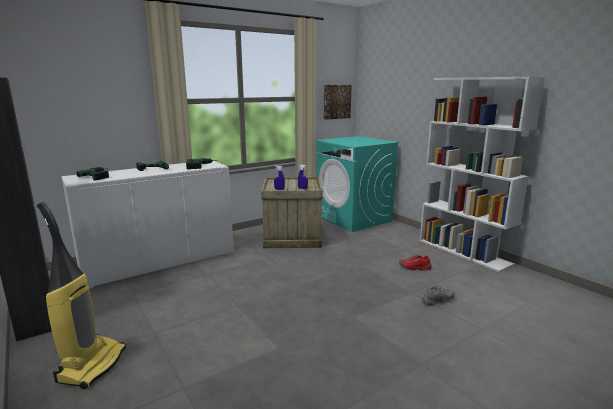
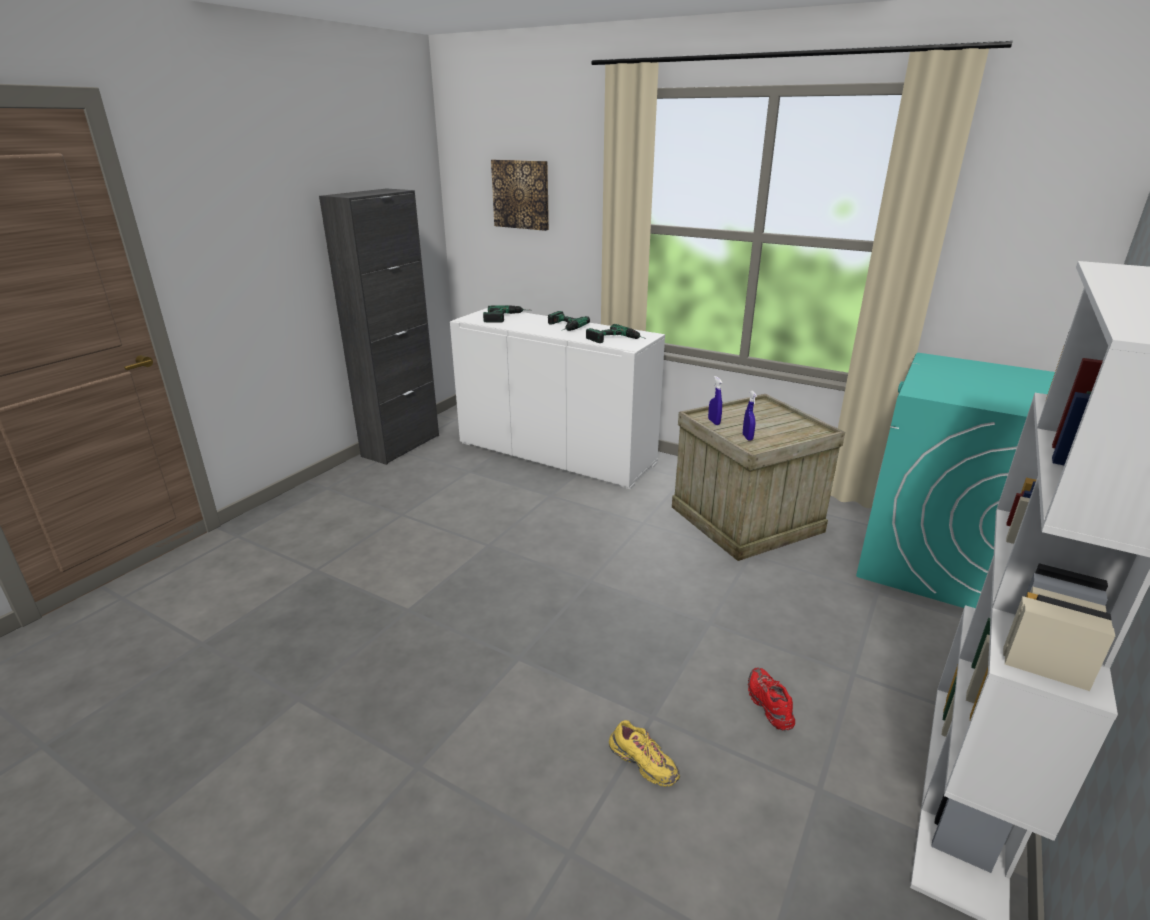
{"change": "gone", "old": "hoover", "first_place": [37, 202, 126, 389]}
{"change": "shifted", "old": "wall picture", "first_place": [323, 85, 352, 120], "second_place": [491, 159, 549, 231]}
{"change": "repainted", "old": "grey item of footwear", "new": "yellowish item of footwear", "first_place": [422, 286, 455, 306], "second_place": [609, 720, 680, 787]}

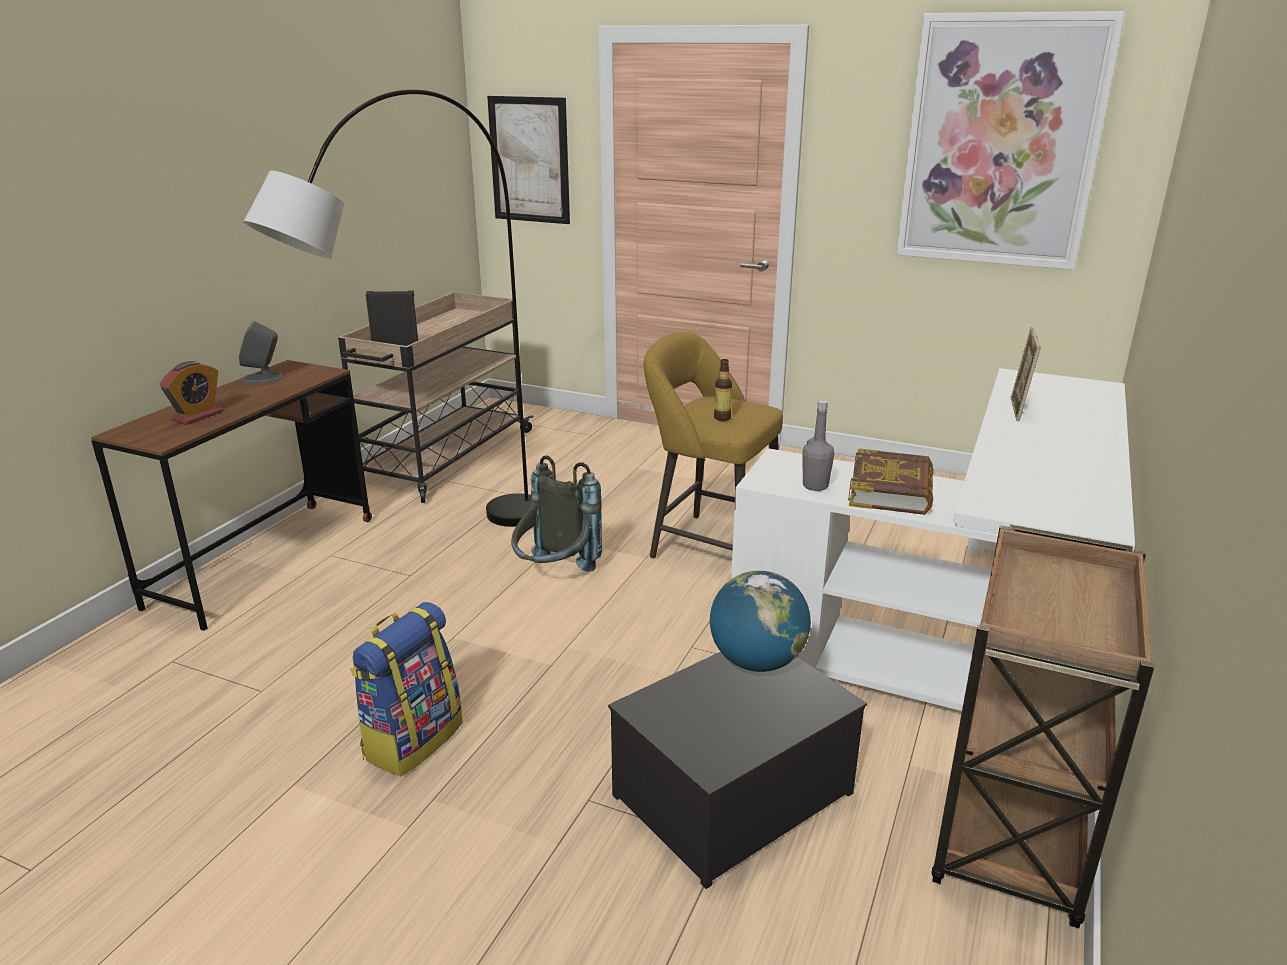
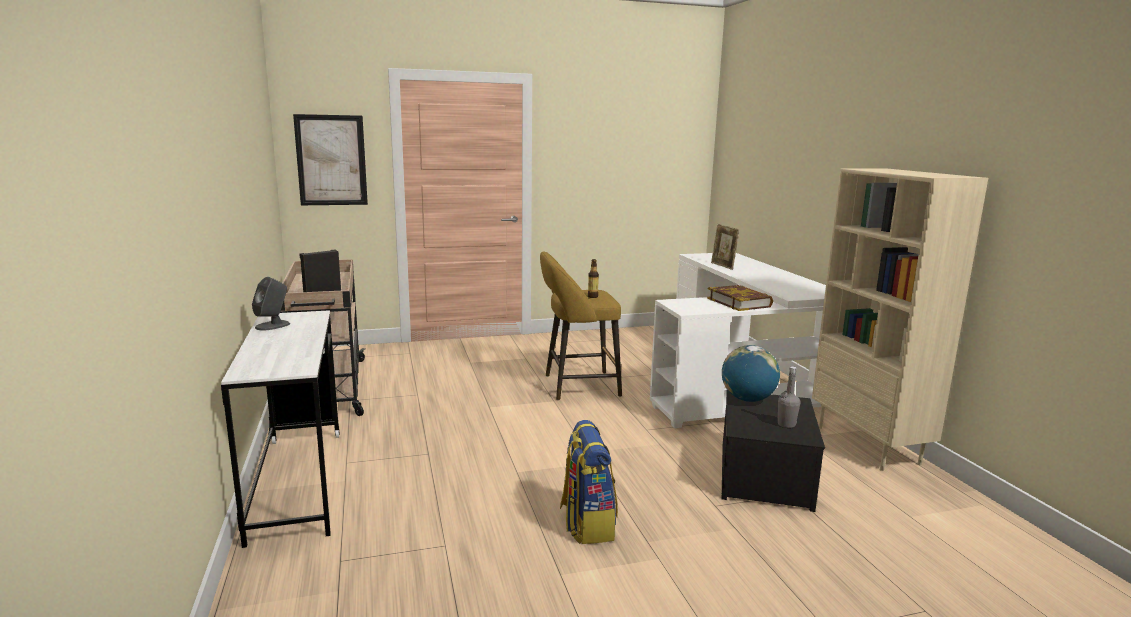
{"change": "gone", "old": "bedside clock", "first_place": [160, 361, 224, 425]}
{"change": "gone", "old": "grey standing lamp", "first_place": [243, 89, 532, 527]}
{"change": "gone", "old": "grey rucksack", "first_place": [511, 456, 602, 572]}
{"change": "gone", "old": "wall picture", "first_place": [896, 11, 1125, 270]}
{"change": "shifted", "old": "grey beverage bottle", "first_place": [802, 400, 834, 491], "second_place": [778, 367, 800, 428]}
{"change": "swapped", "old": "brown-coloured trolley", "new": "beige bookshelf", "first_place": [931, 525, 1154, 928], "second_place": [812, 169, 988, 471]}
{"change": "repainted", "old": "brown-coloured desk table", "new": "whitish desk table", "first_place": [91, 360, 372, 631], "second_place": [221, 310, 340, 548]}

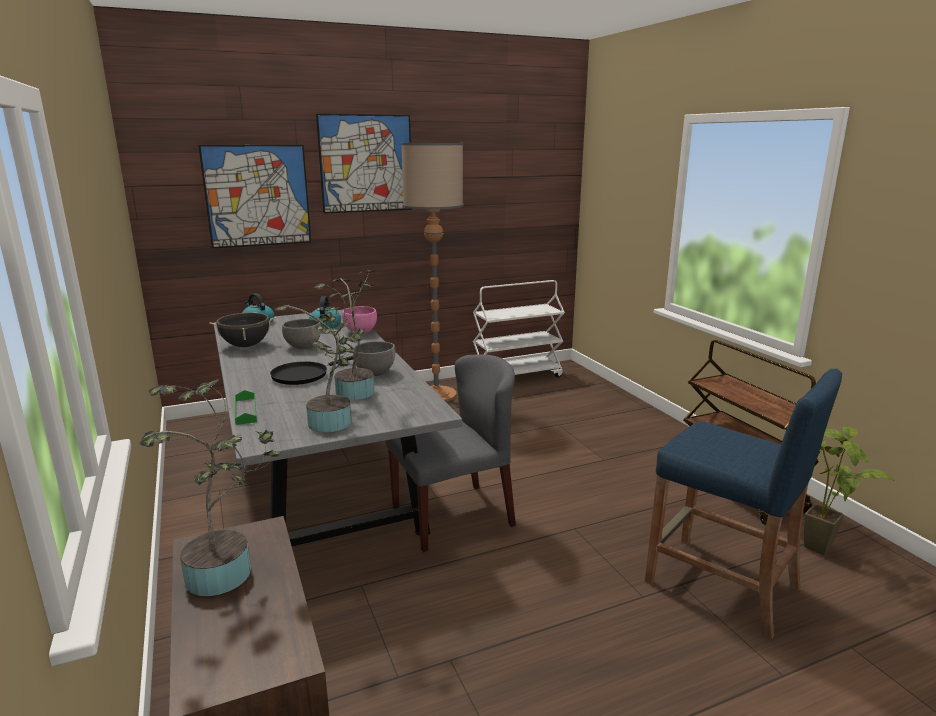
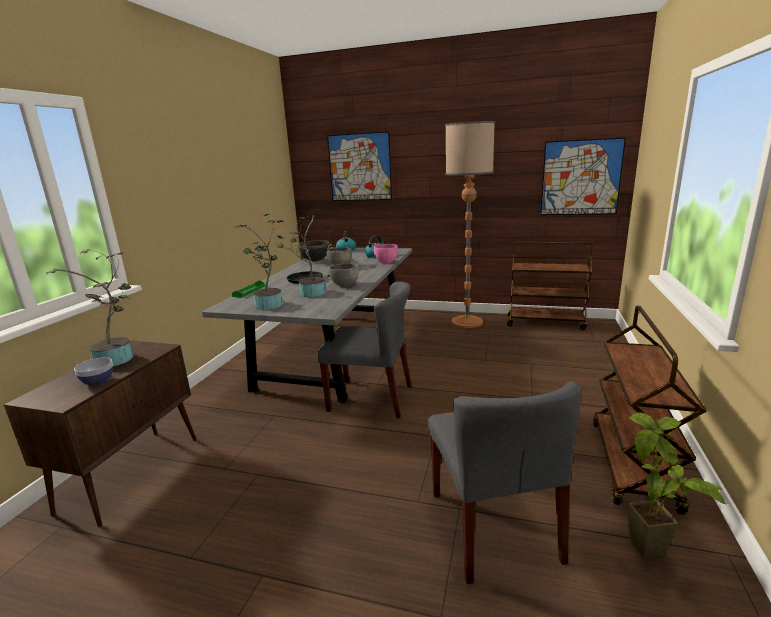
{"change": "new", "new": "bowl", "second_place": [74, 357, 113, 386]}
{"change": "shifted", "old": "wall picture", "first_place": [316, 114, 413, 214], "second_place": [540, 137, 626, 215]}
{"change": "swapped", "old": "blue-coloured stool", "new": "grey chair", "first_place": [645, 369, 842, 639], "second_place": [428, 382, 581, 584]}
{"change": "repainted", "old": "whitish trolley", "new": "brown-coloured trolley", "first_place": [473, 280, 565, 378], "second_place": [507, 242, 592, 330]}

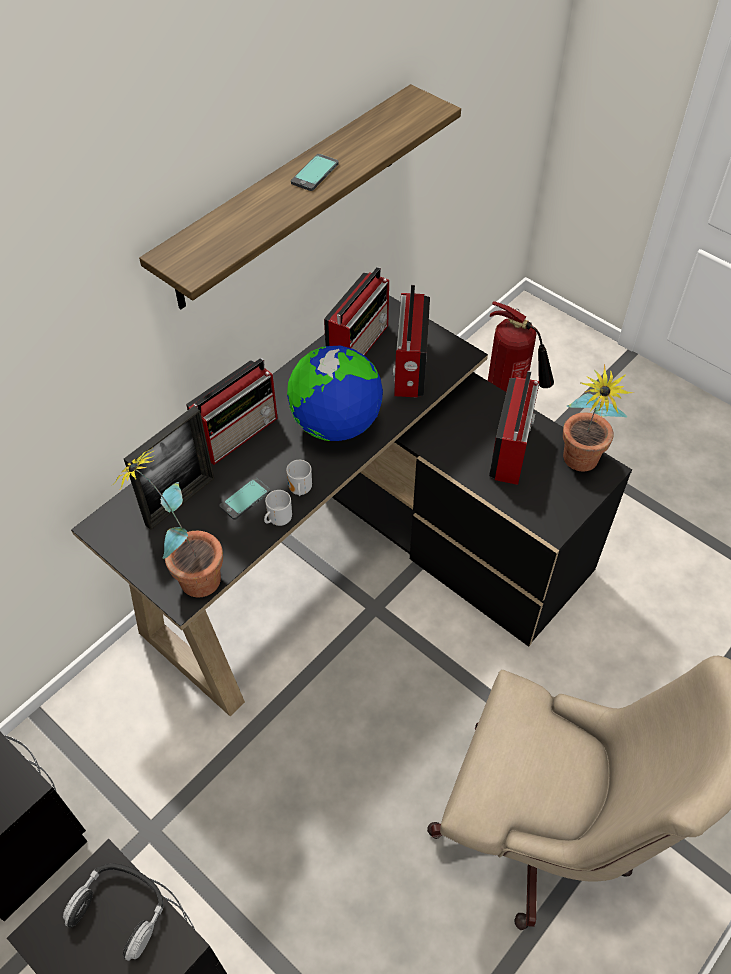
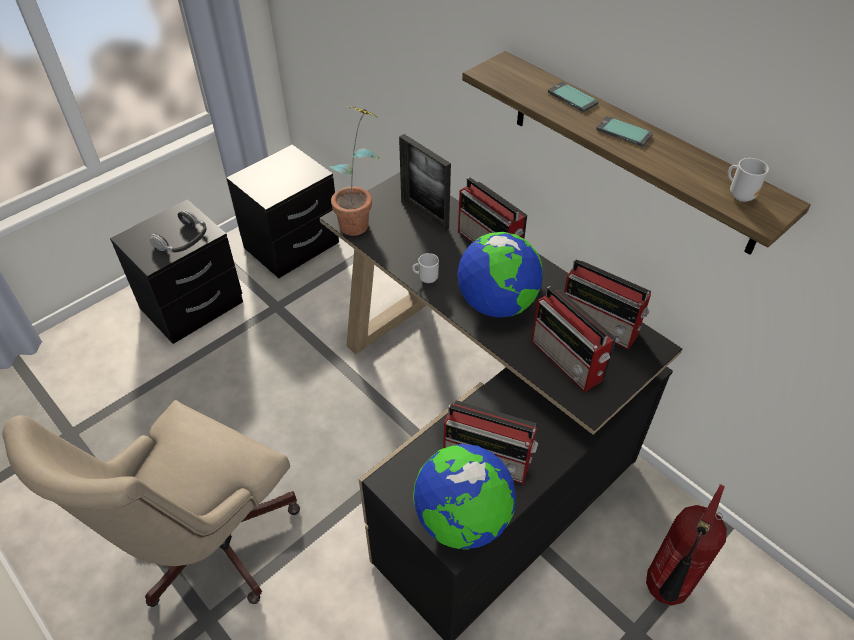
{"change": "shifted", "old": "telephone", "first_place": [219, 477, 270, 520], "second_place": [548, 82, 599, 112]}
{"change": "shifted", "old": "coffee mug", "first_place": [264, 490, 292, 526], "second_place": [727, 158, 769, 202]}
{"change": "swapped", "old": "potted plant", "new": "world globe", "first_place": [563, 365, 634, 471], "second_place": [413, 444, 516, 550]}
{"change": "rotated", "old": "radio", "first_place": [393, 285, 430, 398], "second_place": [531, 286, 616, 392], "degrees": -135}

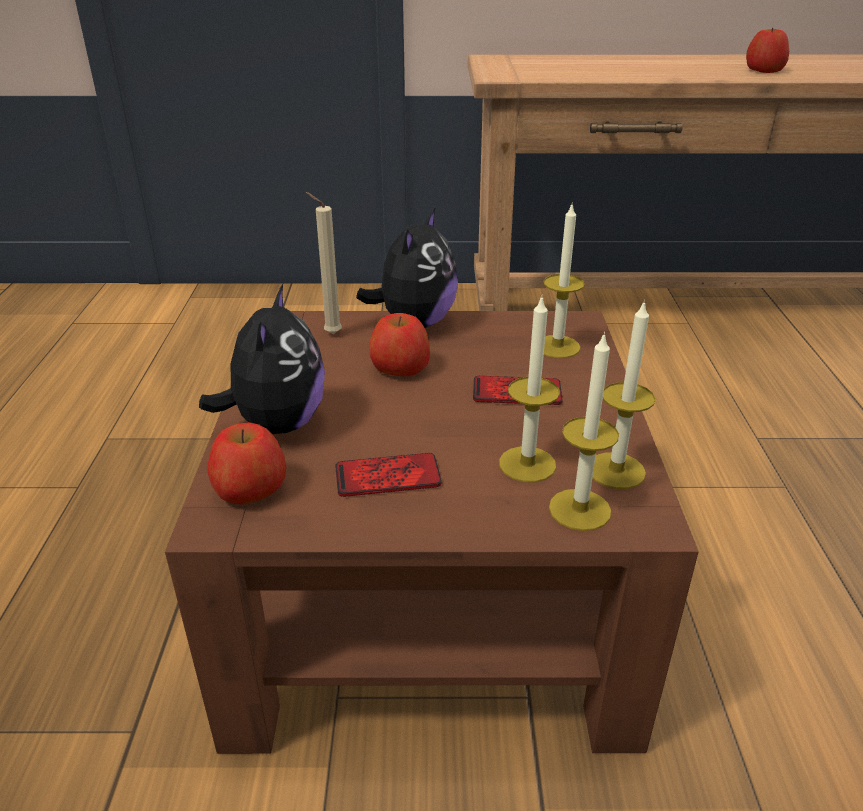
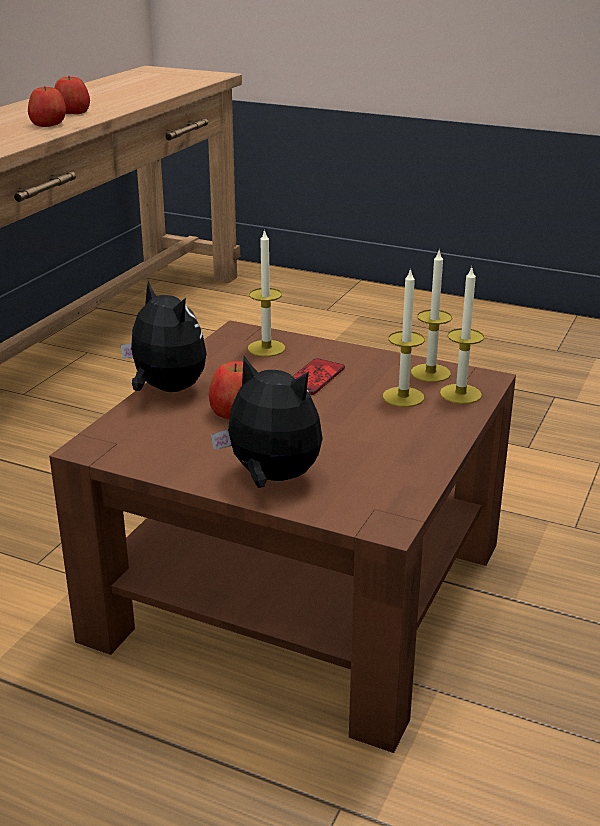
{"change": "gone", "old": "beige wax light", "first_place": [305, 192, 342, 334]}
{"change": "gone", "old": "telephone", "first_place": [335, 453, 442, 497]}
{"change": "shifted", "old": "apple", "first_place": [207, 423, 286, 504], "second_place": [28, 86, 66, 127]}

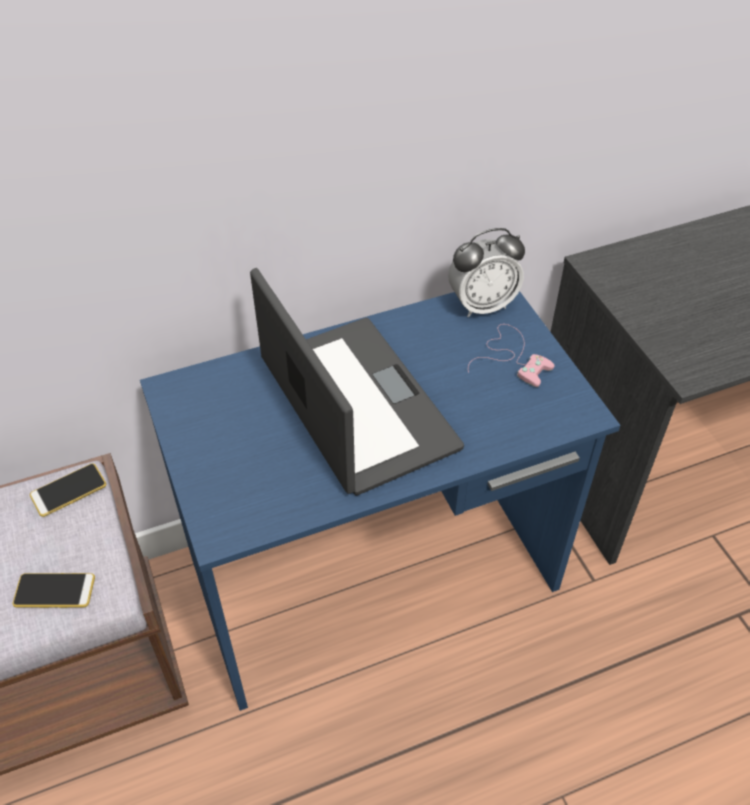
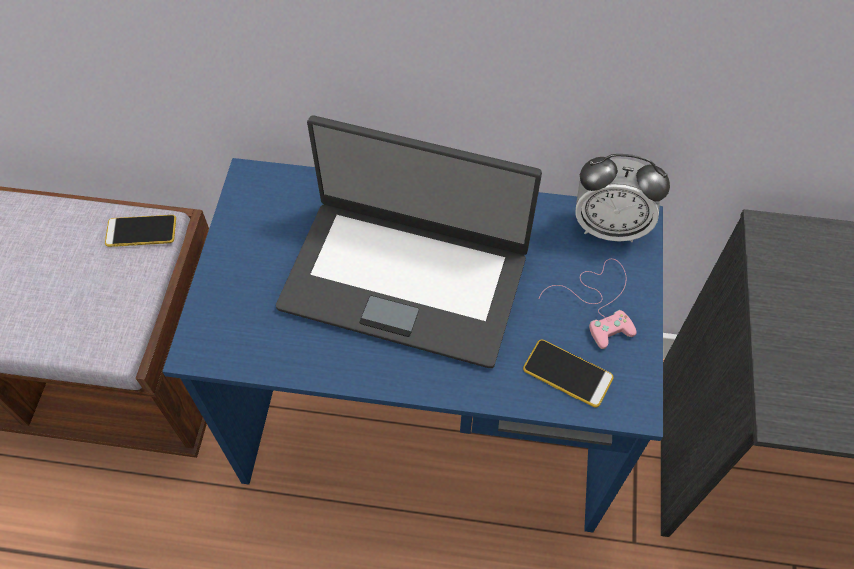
{"change": "shifted", "old": "telephone", "first_place": [12, 573, 95, 608], "second_place": [523, 340, 614, 408]}
{"change": "rotated", "old": "laptop", "first_place": [250, 268, 464, 496], "second_place": [276, 116, 542, 368], "degrees": 105}

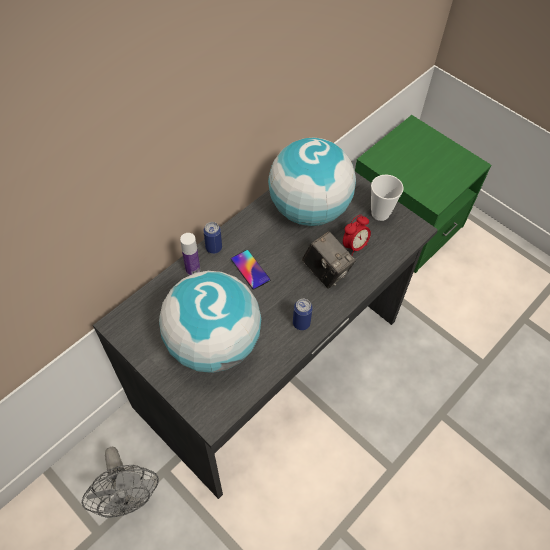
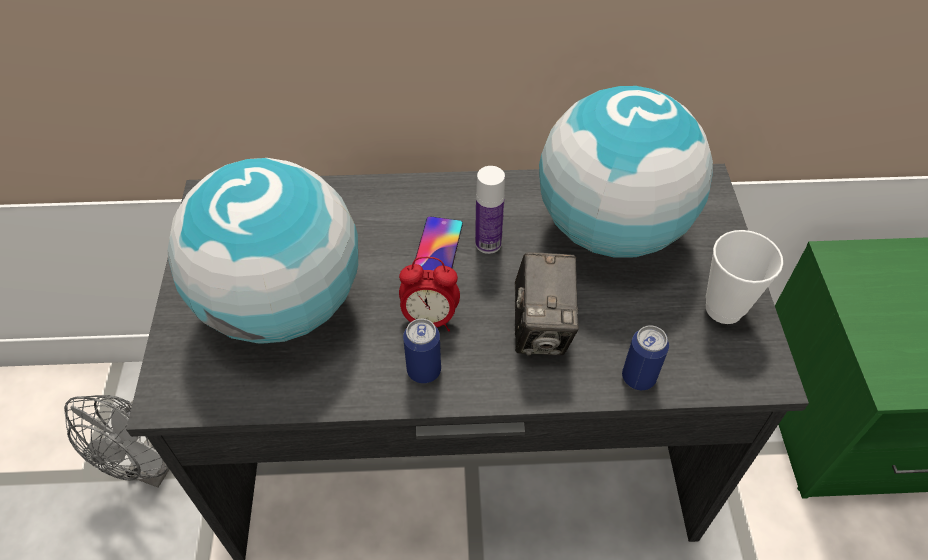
{"change": "shifted", "old": "beverage bottle", "first_place": [180, 233, 200, 275], "second_place": [475, 166, 505, 254]}
{"change": "shifted", "old": "sealed can", "first_place": [203, 222, 222, 254], "second_place": [622, 326, 669, 390]}
{"change": "shifted", "old": "bedside clock", "first_place": [343, 215, 371, 256], "second_place": [399, 257, 460, 331]}

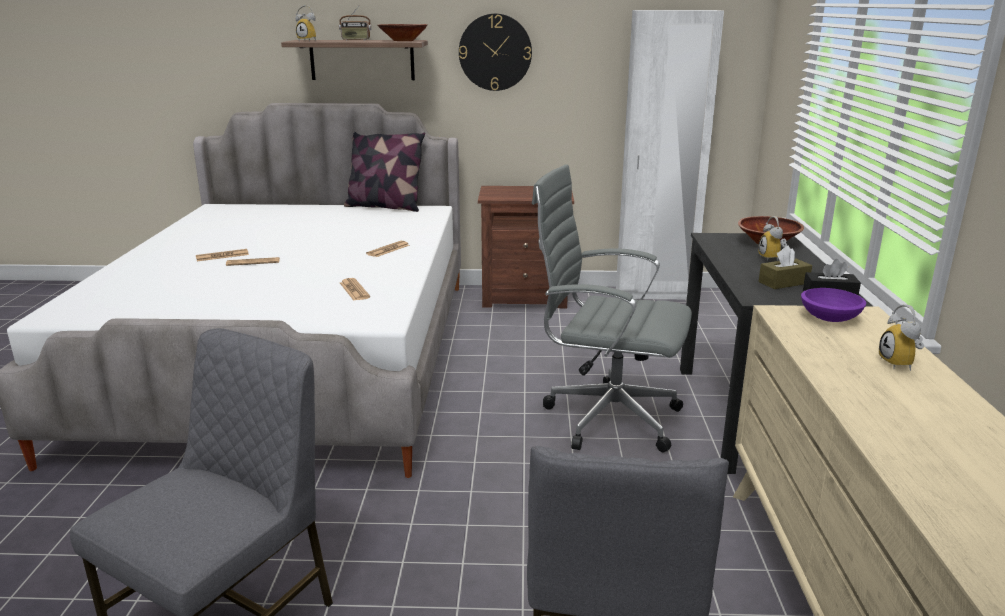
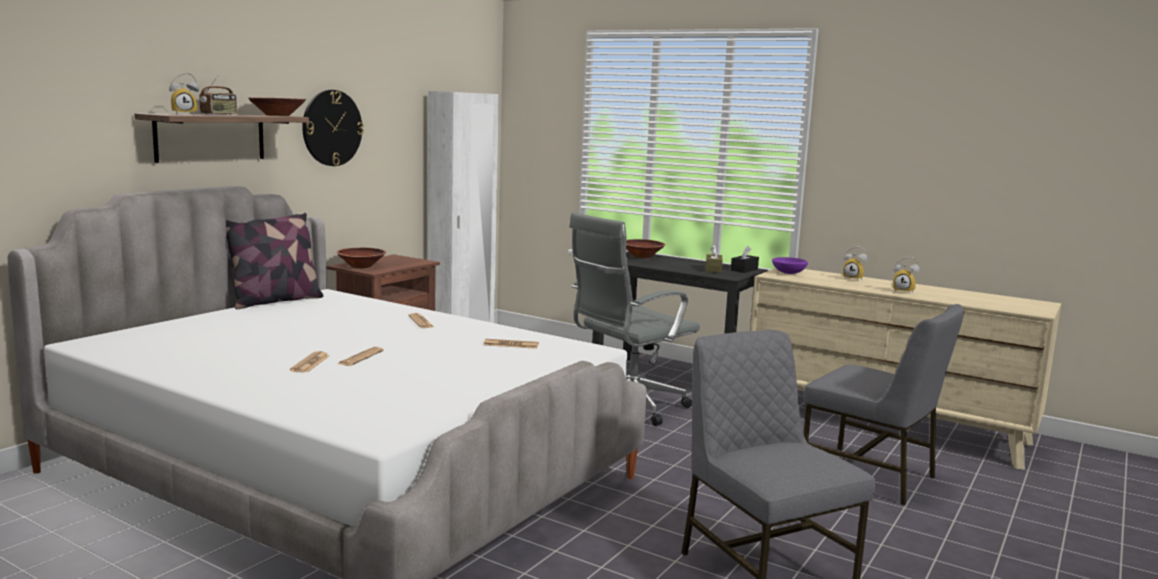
{"change": "new", "new": "brown-coloured bowl", "second_place": [336, 248, 386, 268]}
{"change": "shifted", "old": "bedside clock", "first_place": [758, 216, 787, 261], "second_place": [893, 257, 920, 294]}

